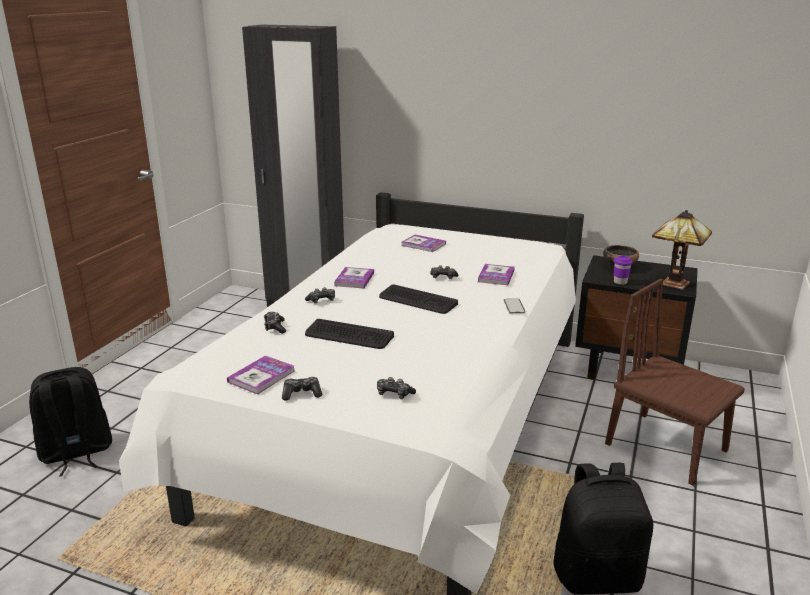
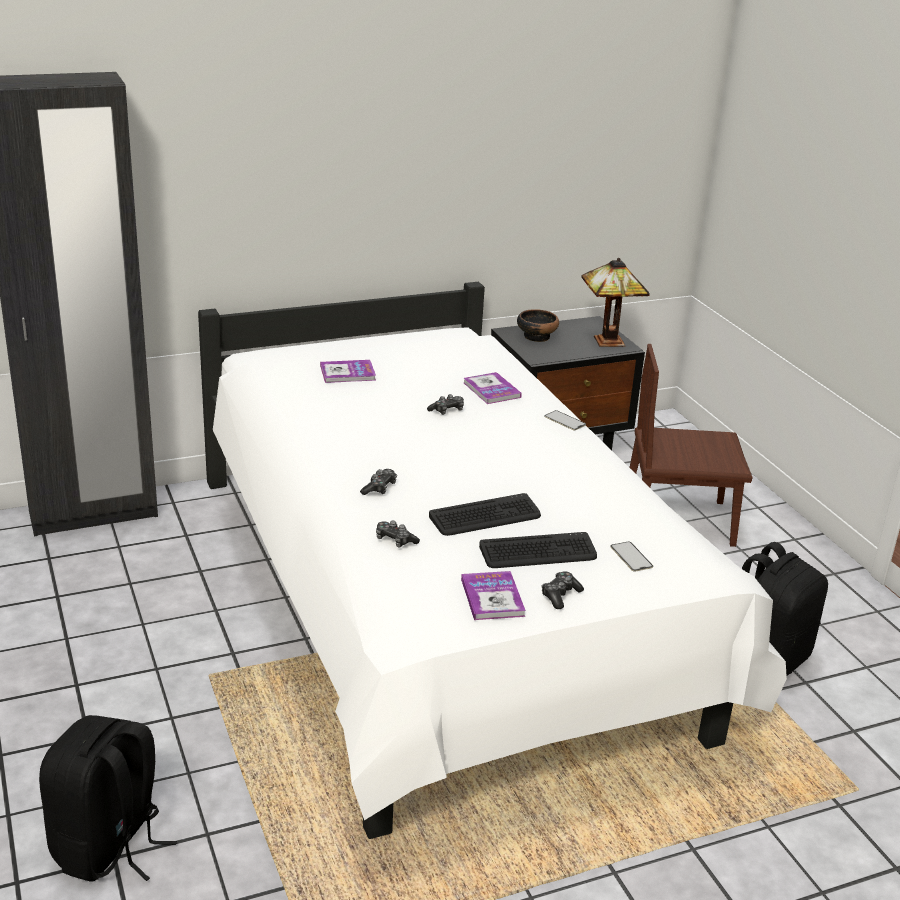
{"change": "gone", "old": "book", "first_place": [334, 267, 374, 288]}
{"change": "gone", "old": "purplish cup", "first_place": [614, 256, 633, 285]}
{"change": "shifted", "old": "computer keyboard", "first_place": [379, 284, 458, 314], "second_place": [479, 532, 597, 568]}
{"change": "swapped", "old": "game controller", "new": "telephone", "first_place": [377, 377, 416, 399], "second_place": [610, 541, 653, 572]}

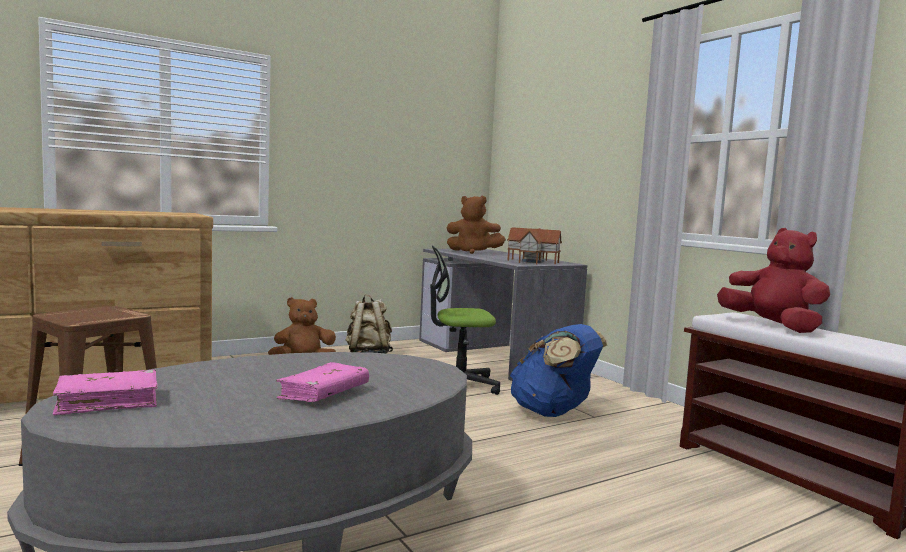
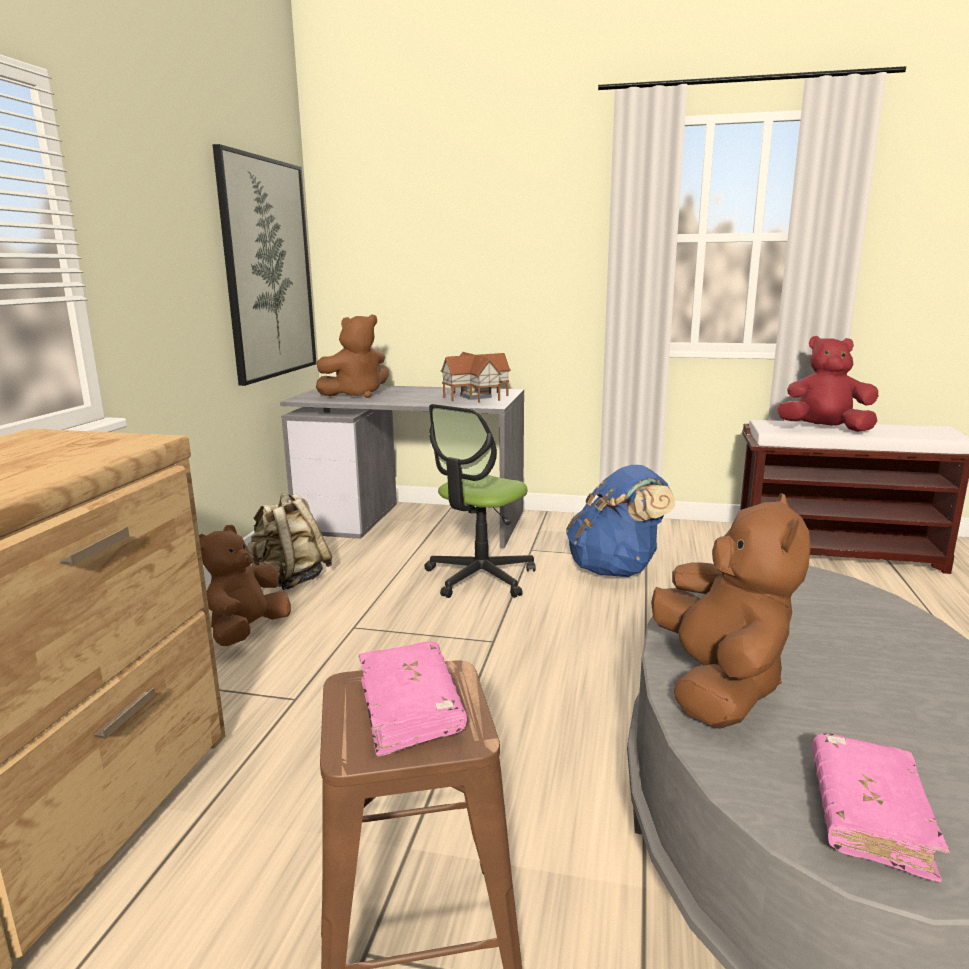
{"change": "new", "new": "wall picture", "second_place": [213, 144, 317, 386]}
{"change": "new", "new": "brown-coloured cuddly toy", "second_place": [651, 493, 811, 729]}
{"change": "shifted", "old": "pinkish book", "first_place": [276, 362, 369, 402], "second_place": [358, 641, 467, 757]}

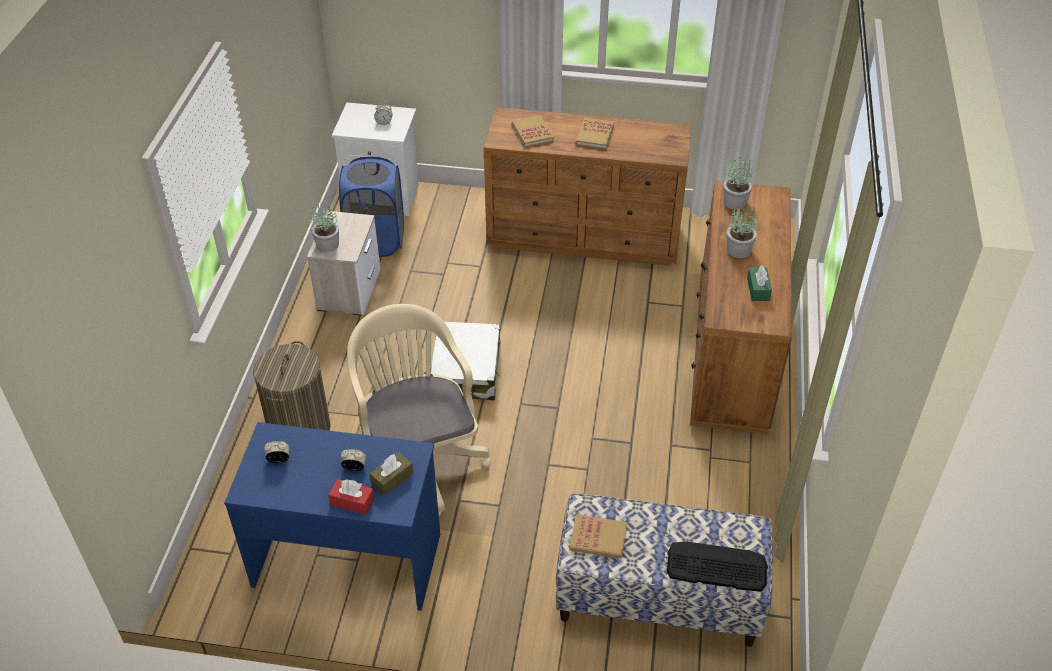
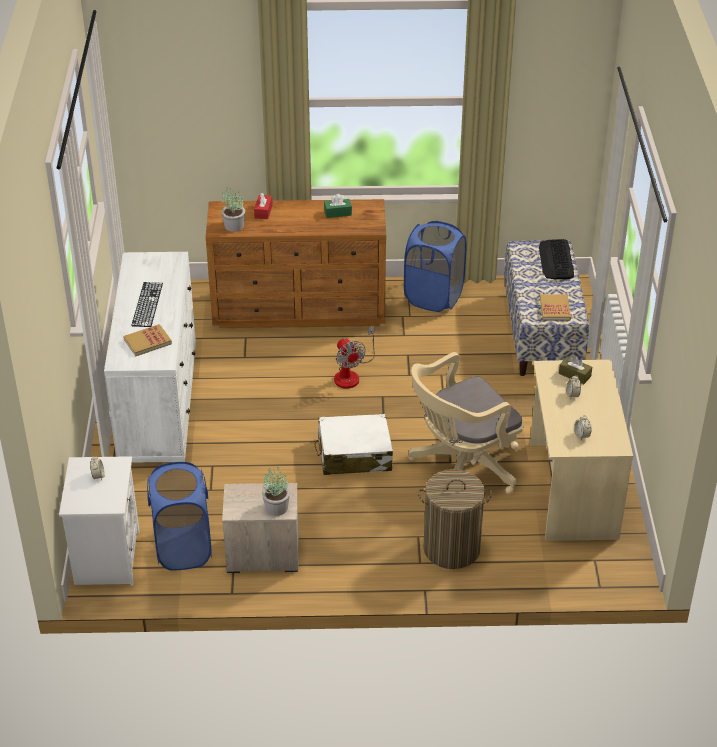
{"change": "gone", "old": "potted plant", "first_place": [727, 204, 757, 258]}
{"change": "new", "new": "electric fan", "second_place": [334, 326, 375, 389]}
{"change": "new", "new": "blue-coloured laundry basket", "second_place": [404, 221, 466, 312]}
{"change": "shifted", "old": "reddish box of tissues", "first_place": [328, 479, 374, 515], "second_place": [254, 193, 273, 219]}
{"change": "swapped", "old": "book", "new": "computer keyboard", "first_place": [576, 118, 614, 149], "second_place": [131, 282, 163, 327]}
{"change": "repainted", "old": "blue-coloured desk table", "new": "beige desk table", "first_place": [224, 422, 440, 611], "second_place": [530, 360, 633, 541]}
{"change": "repainted", "old": "brown-coloured chest of drawers", "new": "whitish chest of drawers", "first_place": [484, 107, 692, 266], "second_place": [104, 252, 196, 463]}

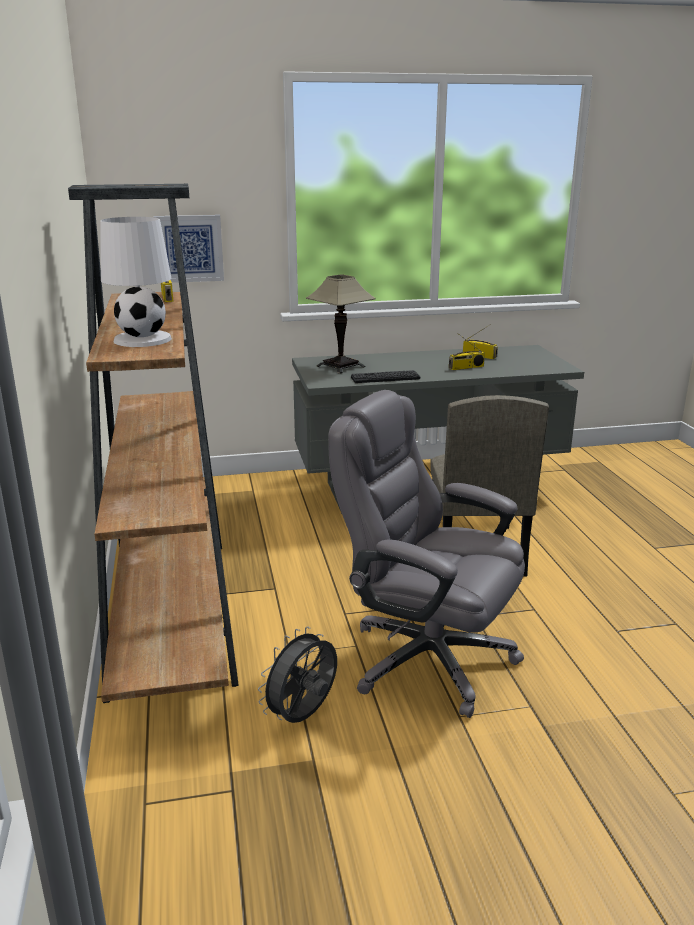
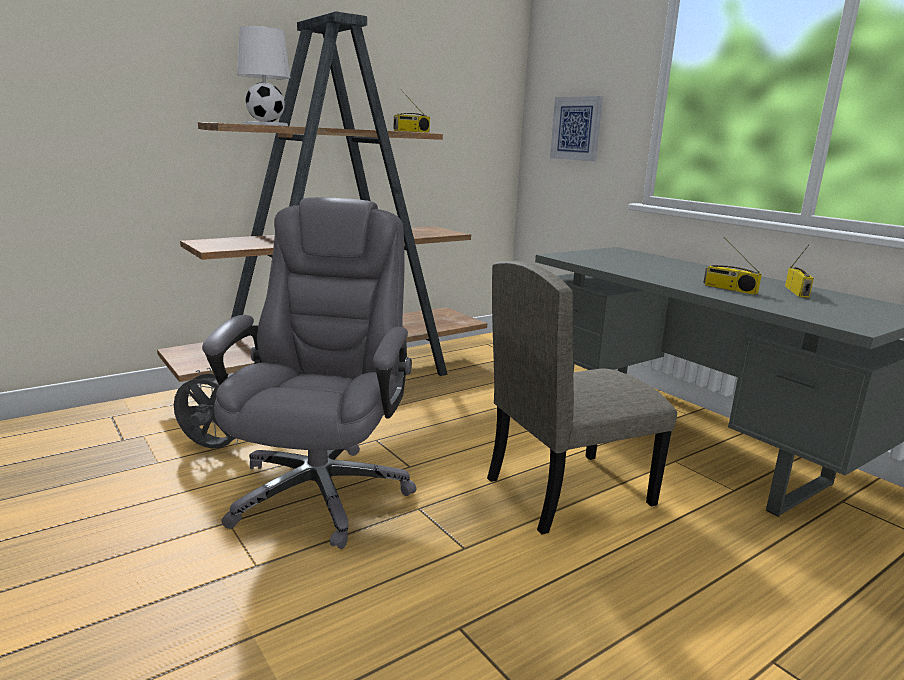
{"change": "gone", "old": "tabletop lamp", "first_place": [306, 274, 375, 374]}
{"change": "gone", "old": "computer keyboard", "first_place": [351, 370, 420, 383]}

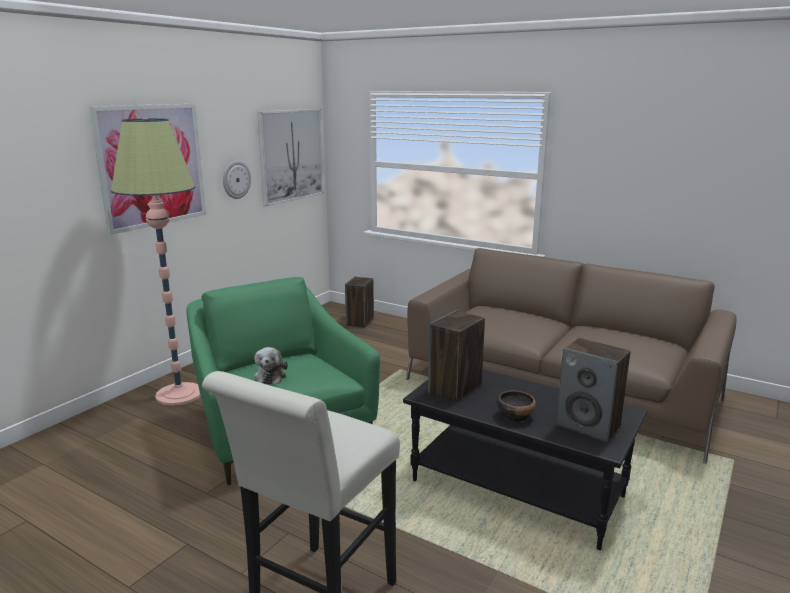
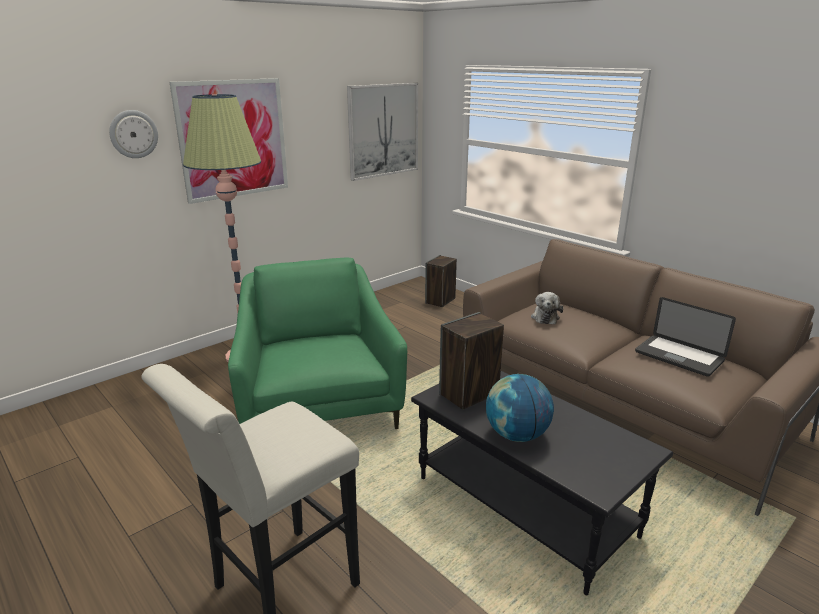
{"change": "gone", "old": "loudspeaker", "first_place": [556, 338, 631, 442]}
{"change": "new", "new": "laptop", "second_place": [635, 297, 736, 377]}
{"change": "shifted", "old": "clock on the wall", "first_place": [223, 161, 251, 199], "second_place": [109, 110, 158, 158]}
{"change": "shifted", "old": "cuddly toy", "first_place": [253, 347, 288, 384], "second_place": [531, 292, 563, 324]}
{"change": "swapped", "old": "bowl", "new": "world globe", "first_place": [497, 391, 536, 422], "second_place": [486, 374, 554, 442]}

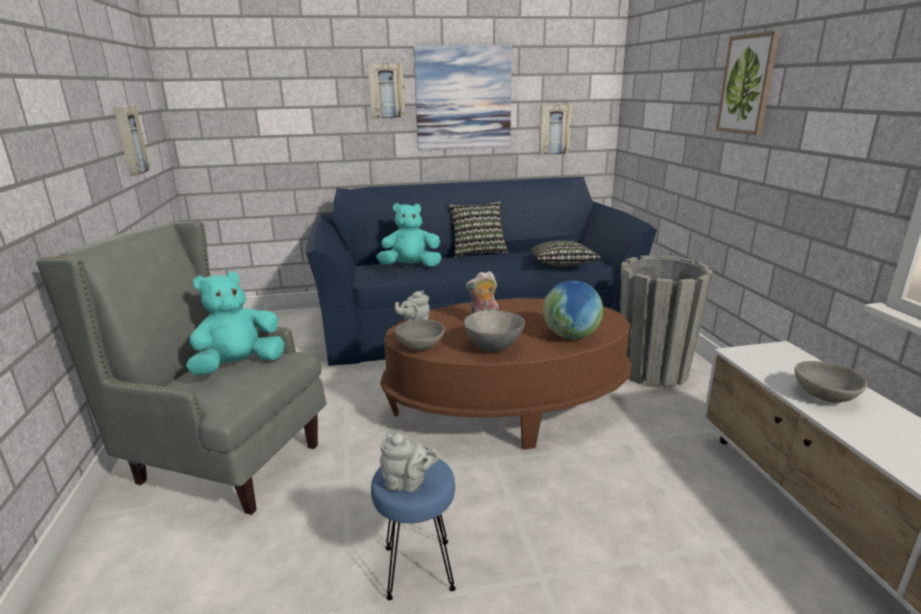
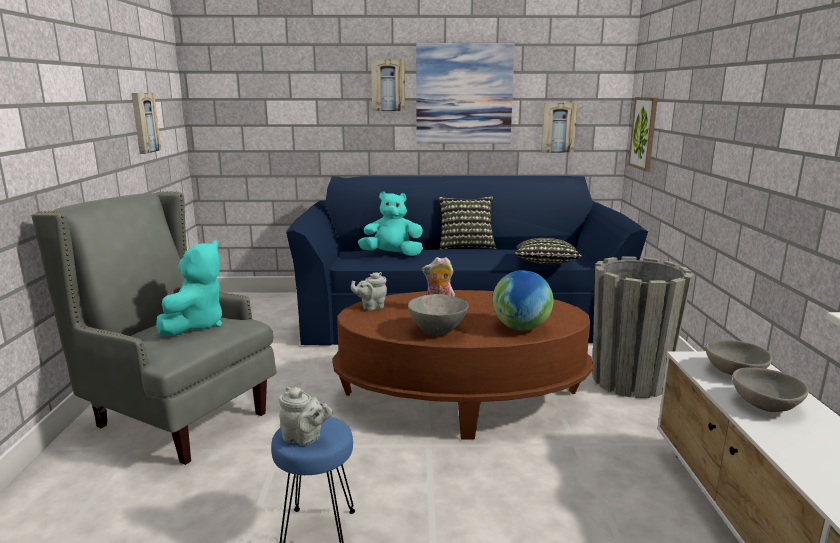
{"change": "shifted", "old": "grey bowl", "first_place": [395, 319, 445, 351], "second_place": [705, 340, 772, 375]}
{"change": "shifted", "old": "wall picture", "first_place": [716, 31, 780, 135], "second_place": [628, 97, 658, 171]}
{"change": "rotated", "old": "turquoise-coloured cuddly toy", "first_place": [186, 271, 285, 375], "second_place": [156, 240, 222, 336], "degrees": 135}

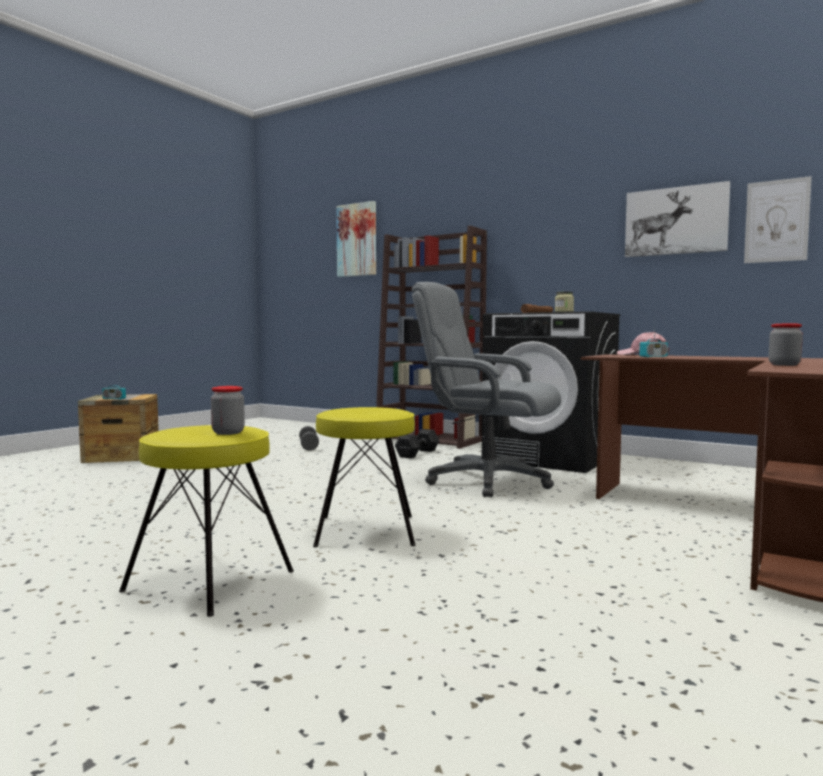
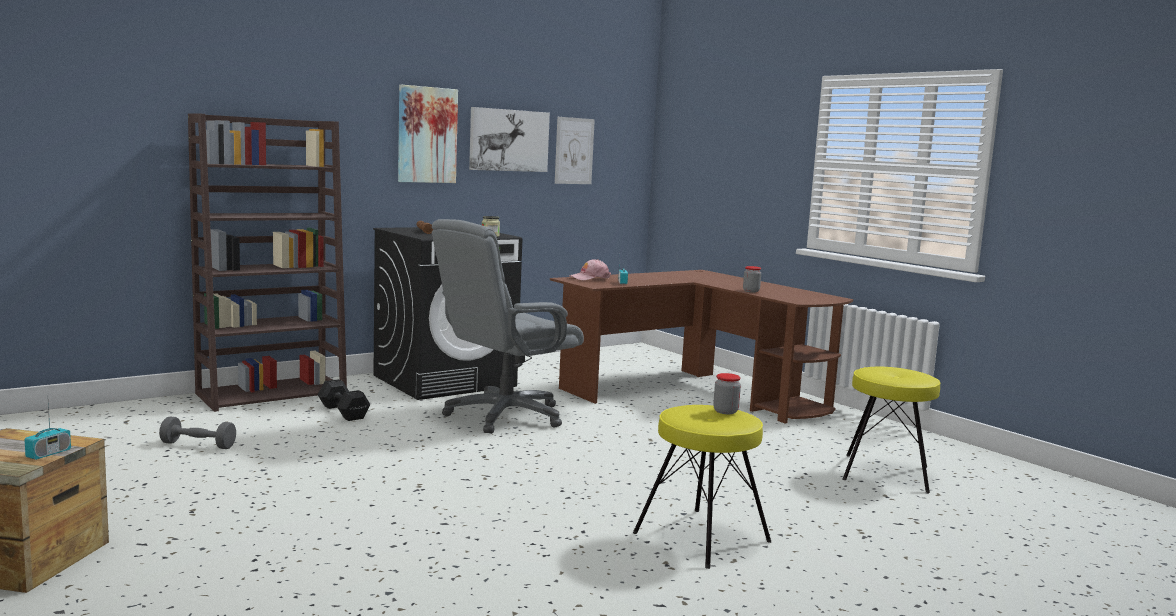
{"change": "shifted", "old": "yellowish stool", "first_place": [313, 407, 416, 547], "second_place": [842, 367, 940, 493]}
{"change": "shifted", "old": "wall picture", "first_place": [336, 201, 376, 277], "second_place": [398, 85, 458, 183]}

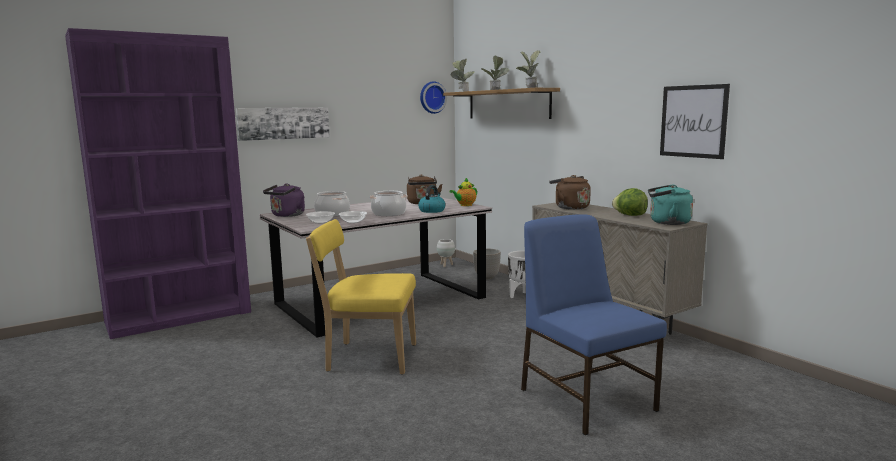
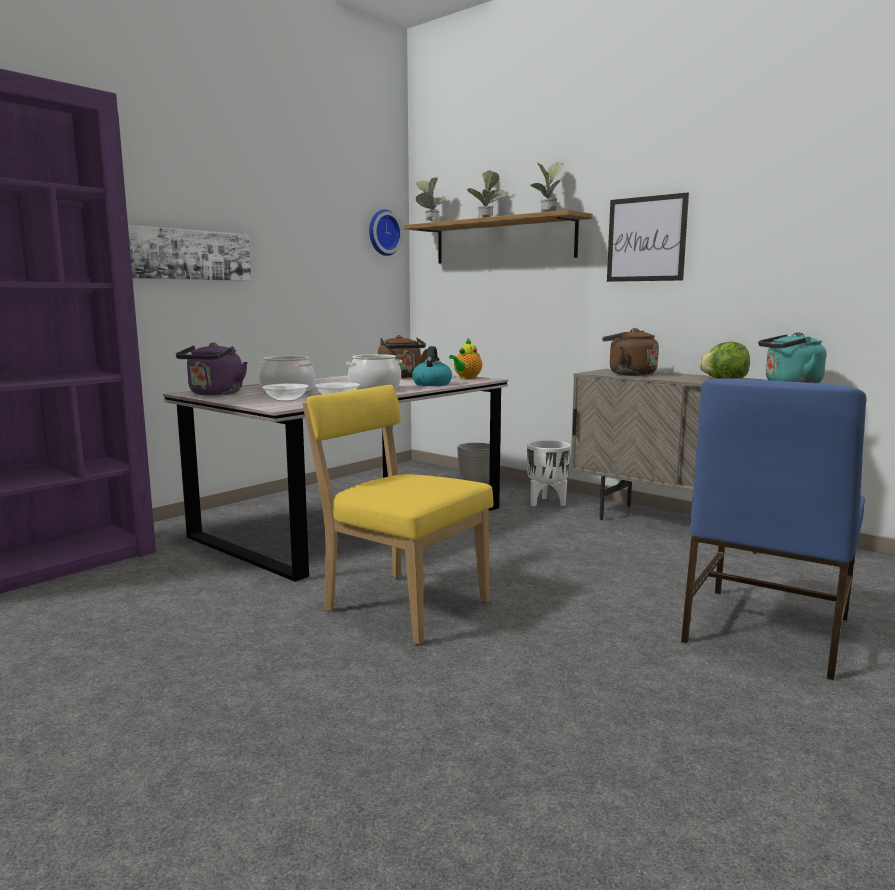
{"change": "gone", "old": "whitish flower pot", "first_place": [437, 239, 455, 267]}
{"change": "shifted", "old": "wall picture", "first_place": [660, 84, 730, 159], "second_place": [607, 192, 689, 282]}
{"change": "rotated", "old": "yellowish chair", "first_place": [306, 219, 416, 375], "second_place": [303, 385, 494, 644], "degrees": 45}
{"change": "rotated", "old": "blue-coloured chair", "first_place": [521, 214, 667, 435], "second_place": [681, 378, 866, 680], "degrees": -105}

